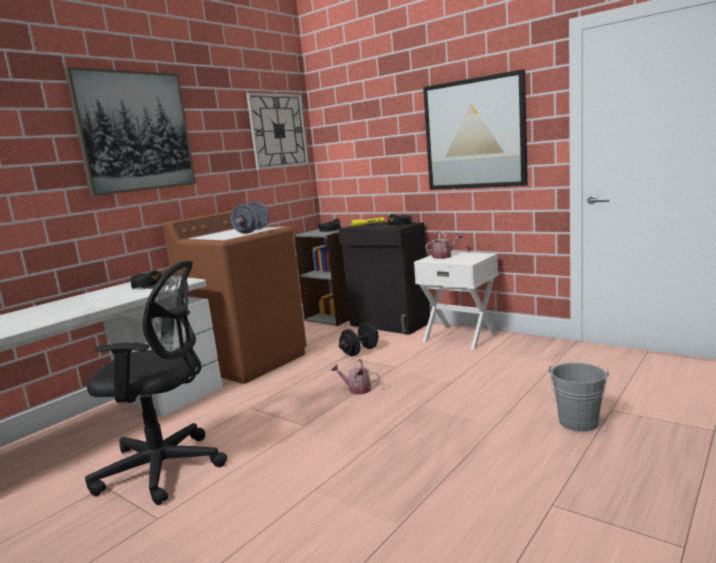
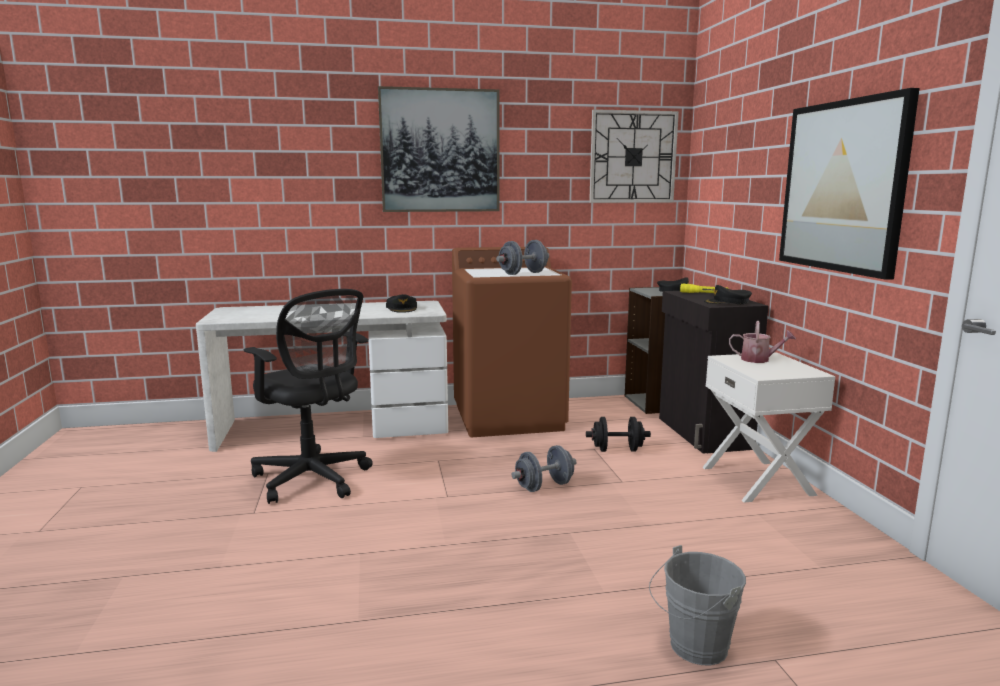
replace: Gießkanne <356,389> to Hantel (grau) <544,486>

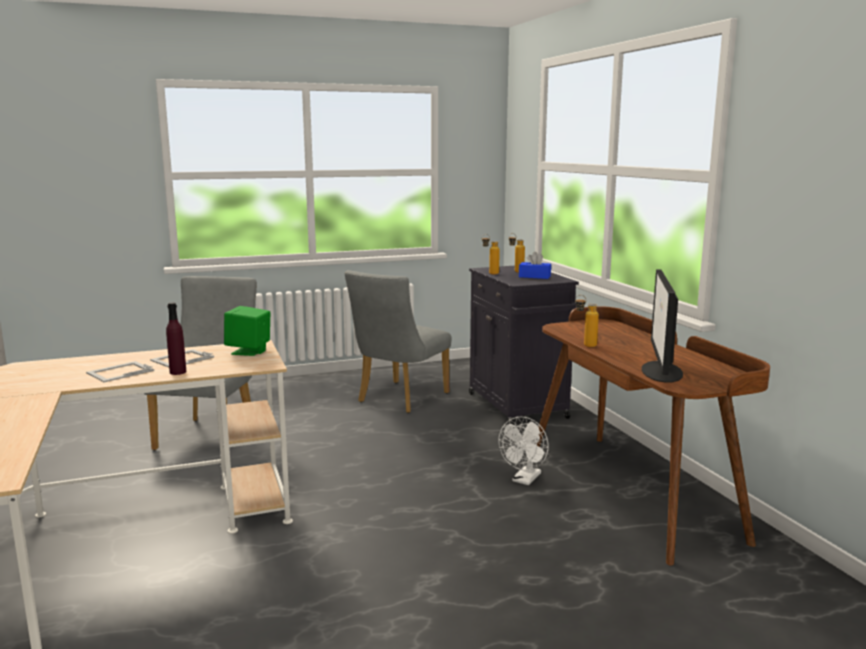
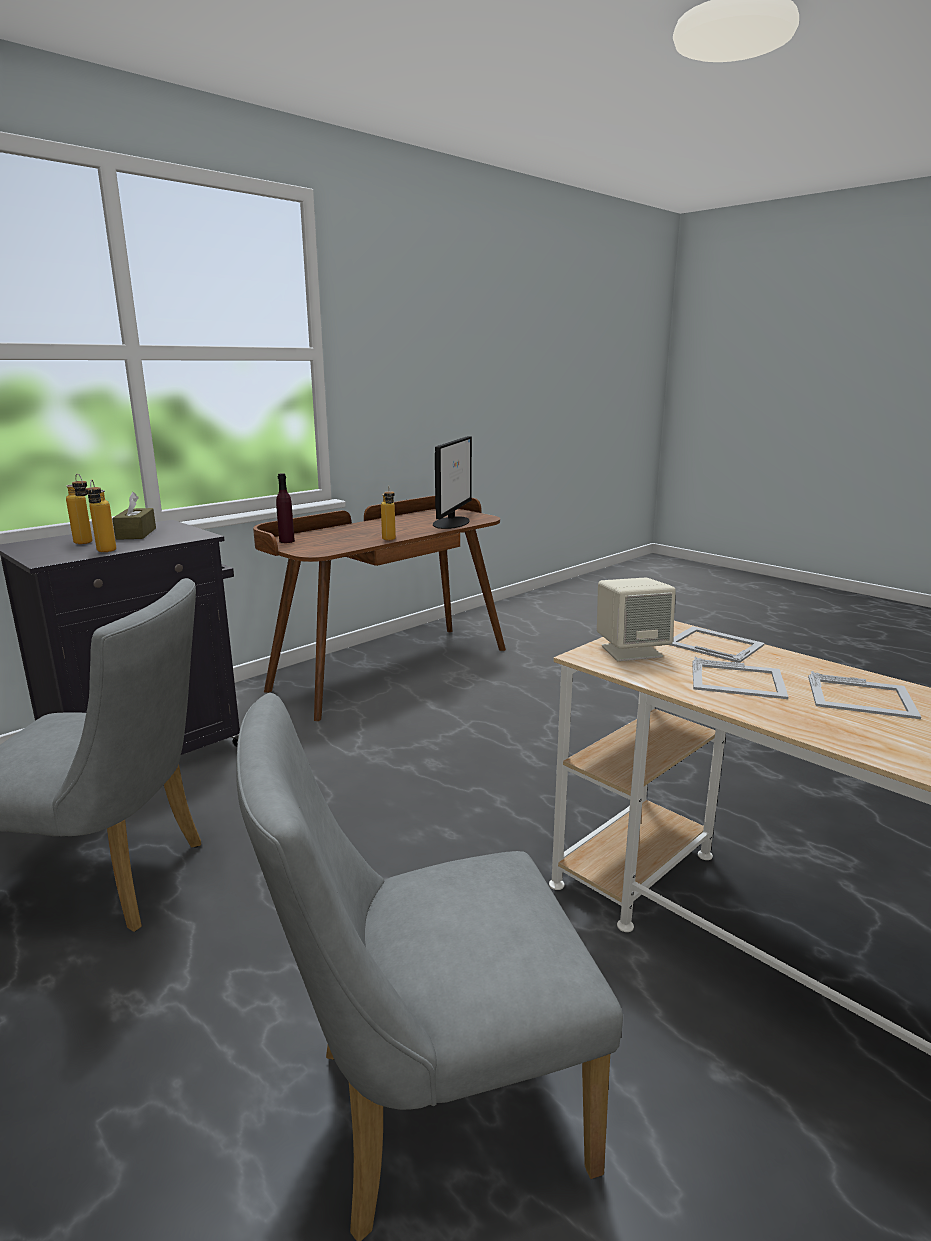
delete: Ventilator (weiß) <525,480>
insert: Bilderrahmen <713,644>
move: Flasche (lila) <178,372> to <286,541>
recolor: Lautsprecher (grün) <249,351> to Lautsprecher (beige) <631,651>; Taschentuchbox (blau) <534,276> to Taschentuchbox (braun) <136,533>
rotate: Monitor <661,372> = <452,522> 60 degrees counterclockwise

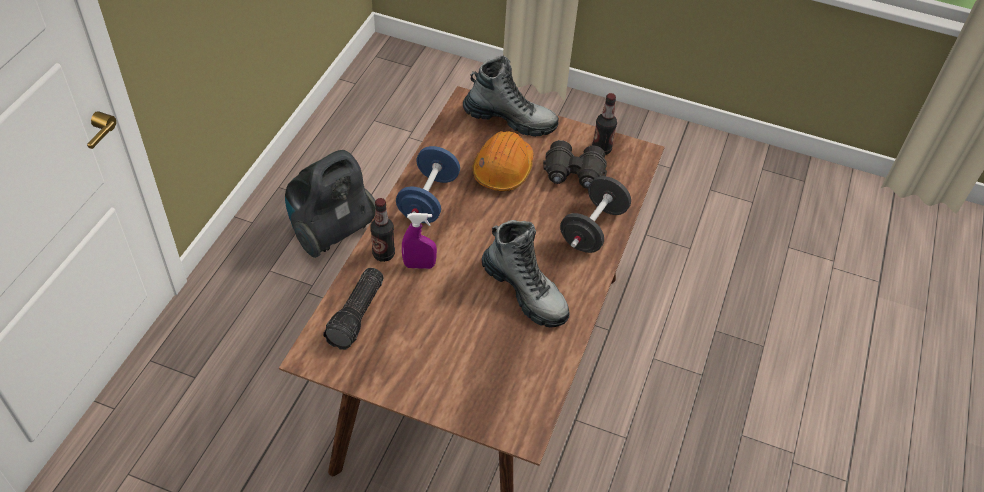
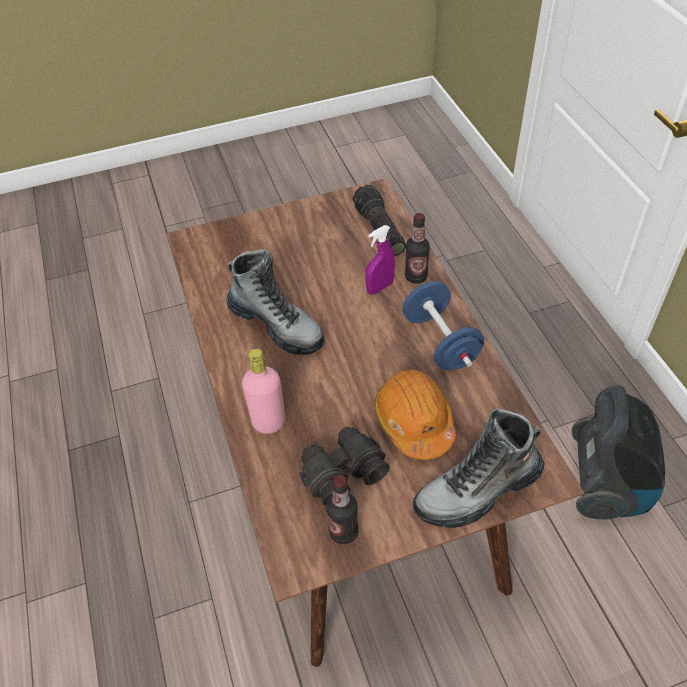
replace: Hantel (schwarz) <593,229> to Flasche (rosa) <269,422>
rotate: Stiefel <525,291> = <277,325> 150 degrees counterclockwise

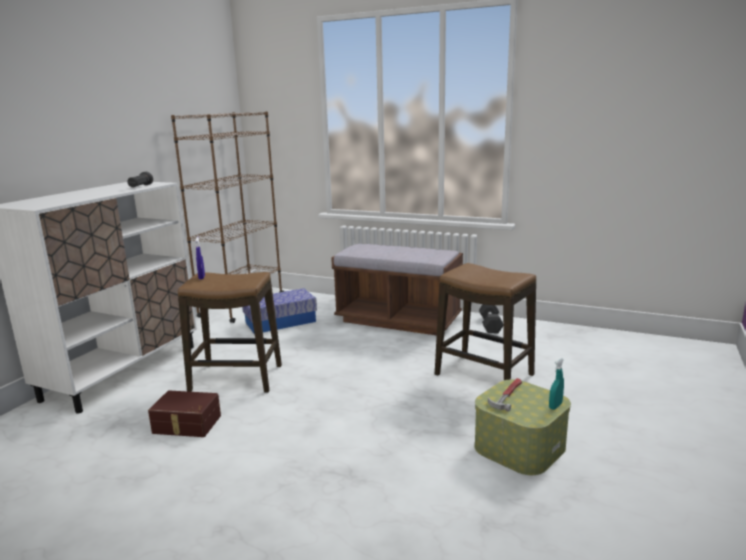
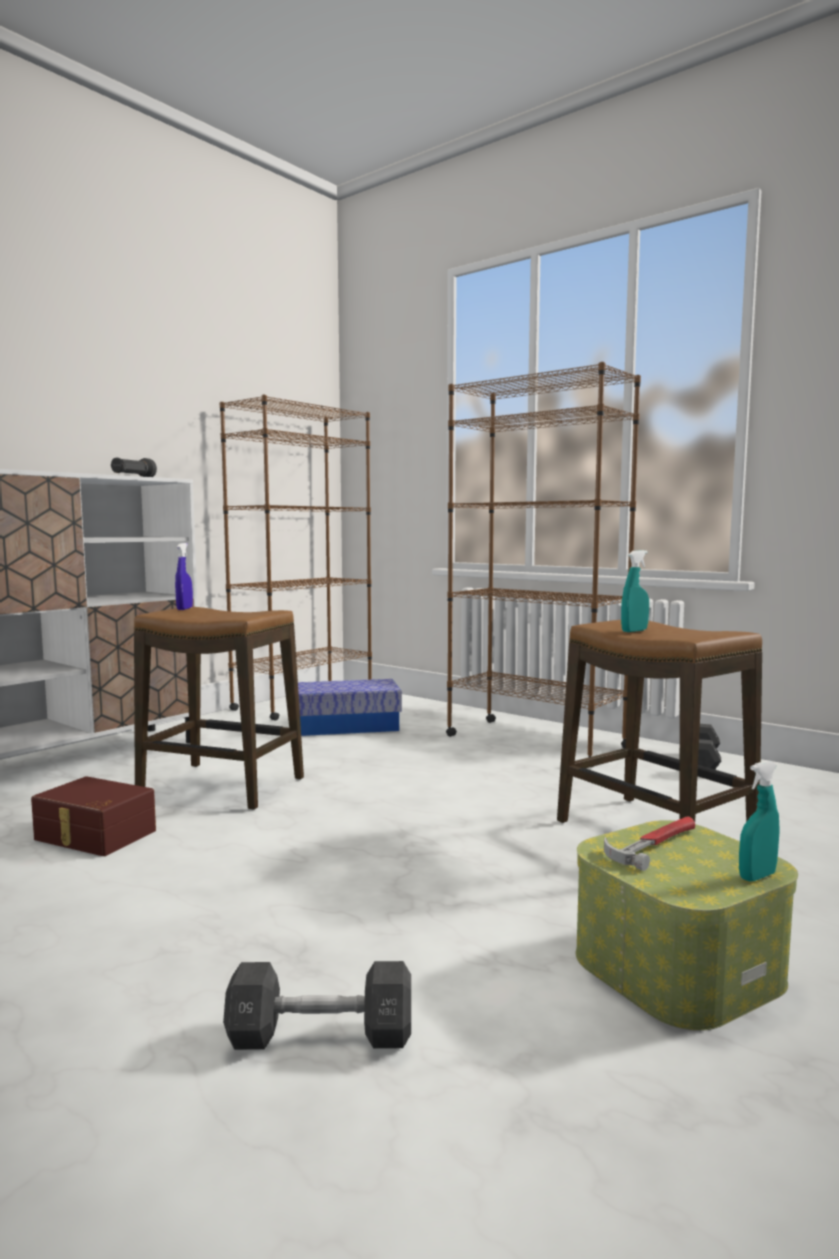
insert: Hantel (schwarz) <321,1035>; Sprühflasche (türkis) <634,631>
replace: Bank (braun) <398,320> to Bücherregal (braun) <535,741>

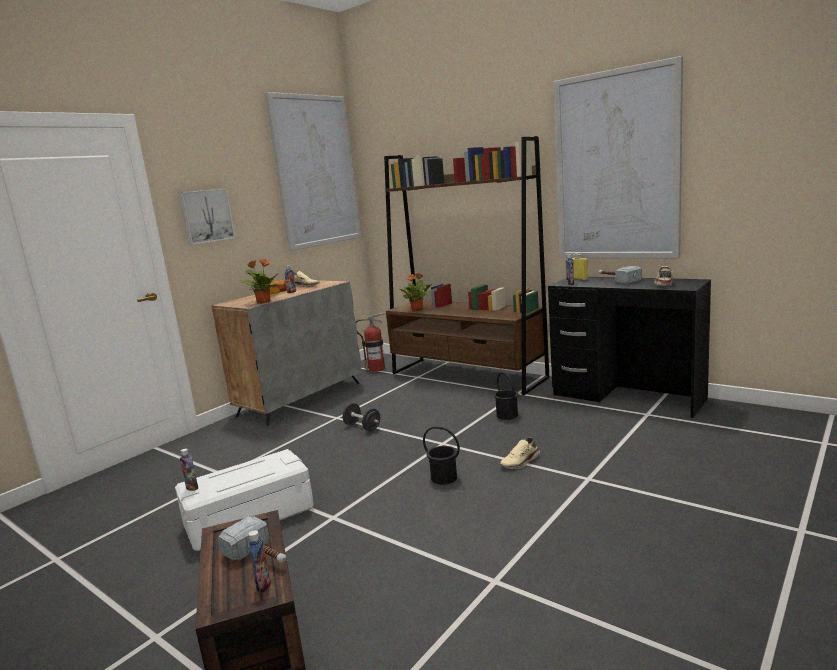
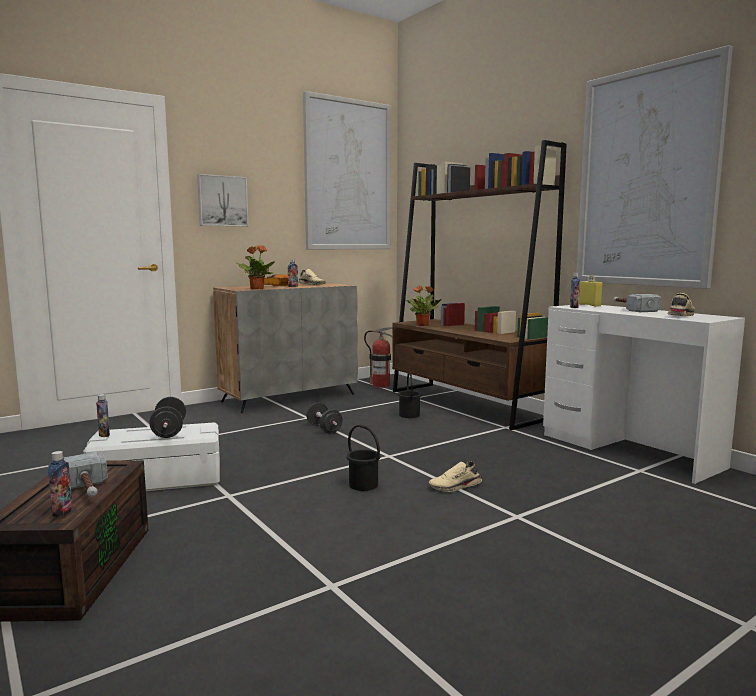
insert: Hantel (schwarz) <169,431>
move: Eimer (schwarz) <507,415> to <409,415>
recolor: Schreibtisch (schwarz) <627,396> to Schreibtisch (weiß) <629,450>

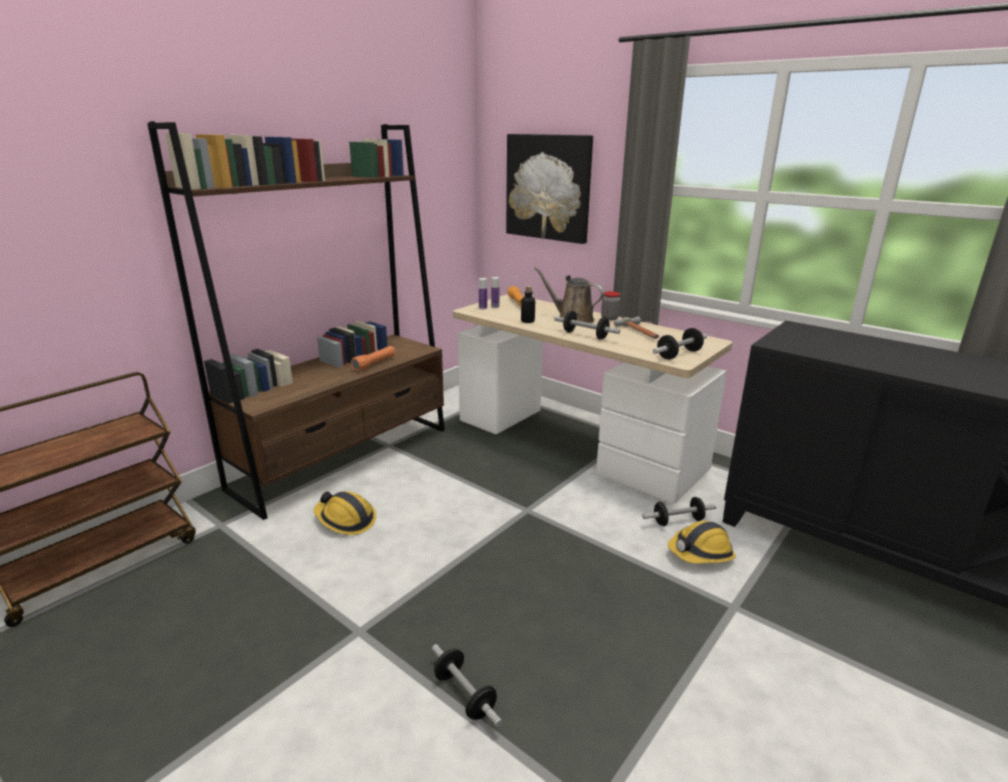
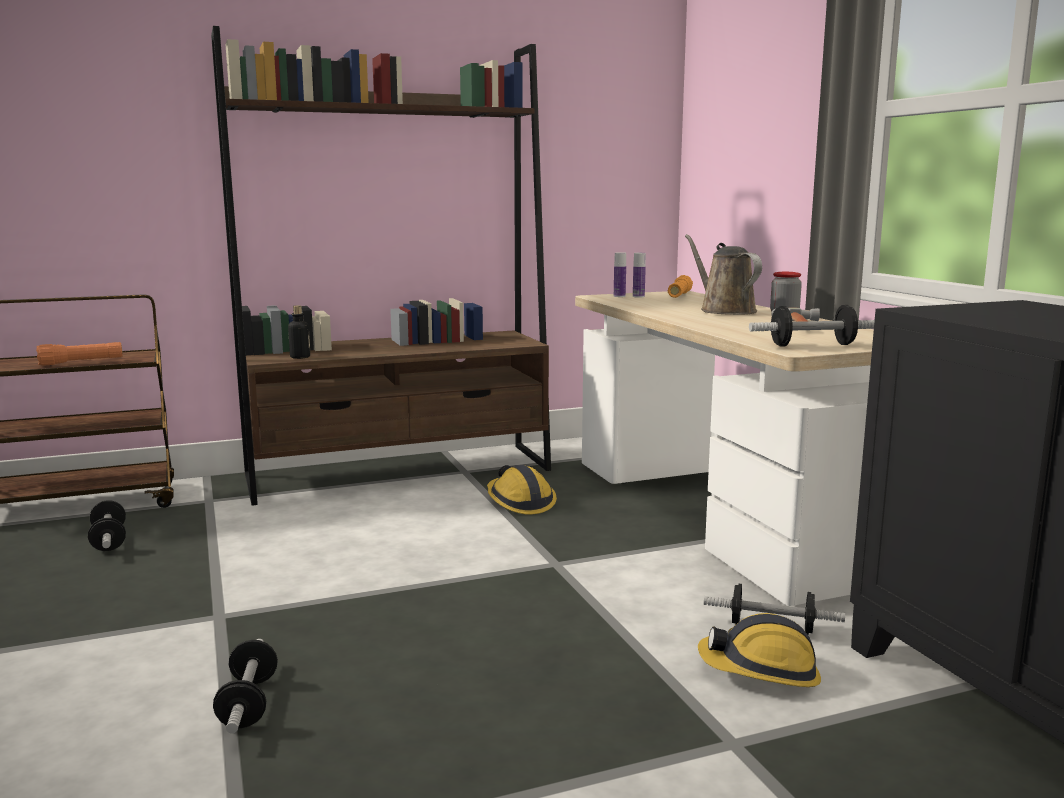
delete: Bild <548,187>
move: Schutzhelm <345,520> to <519,502>; Taschenlampe (orange) <374,364> to <81,362>; Flasche <527,321> to <300,357>; Hantel <585,335> to <109,540>

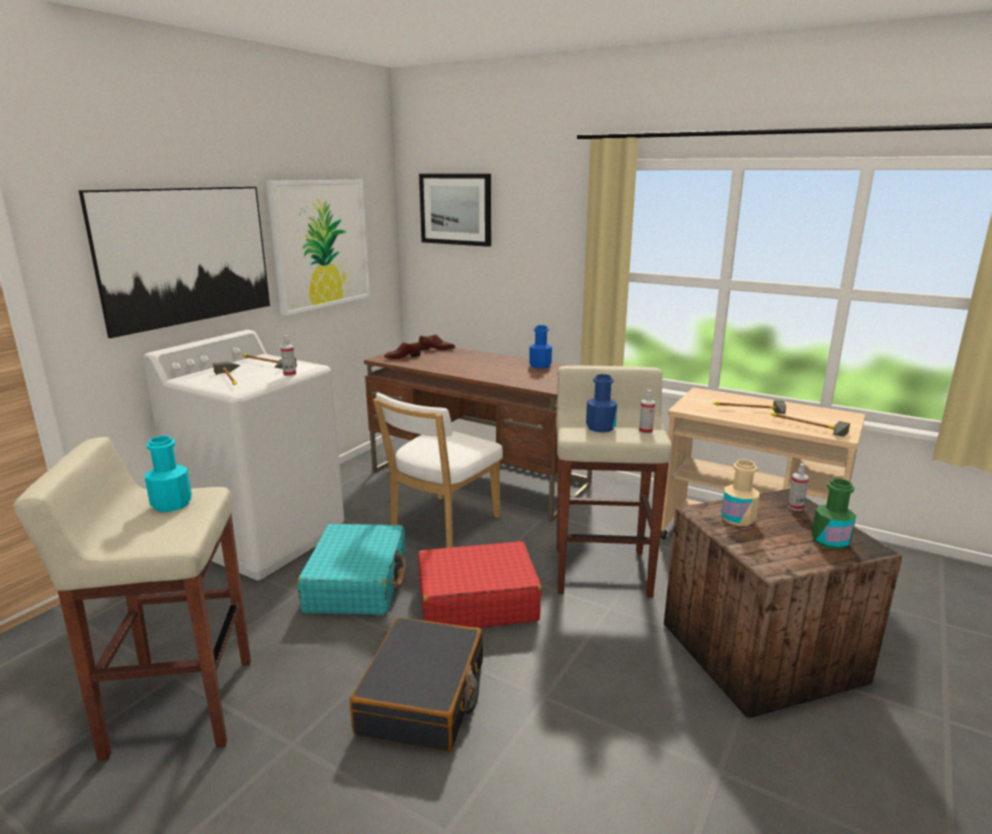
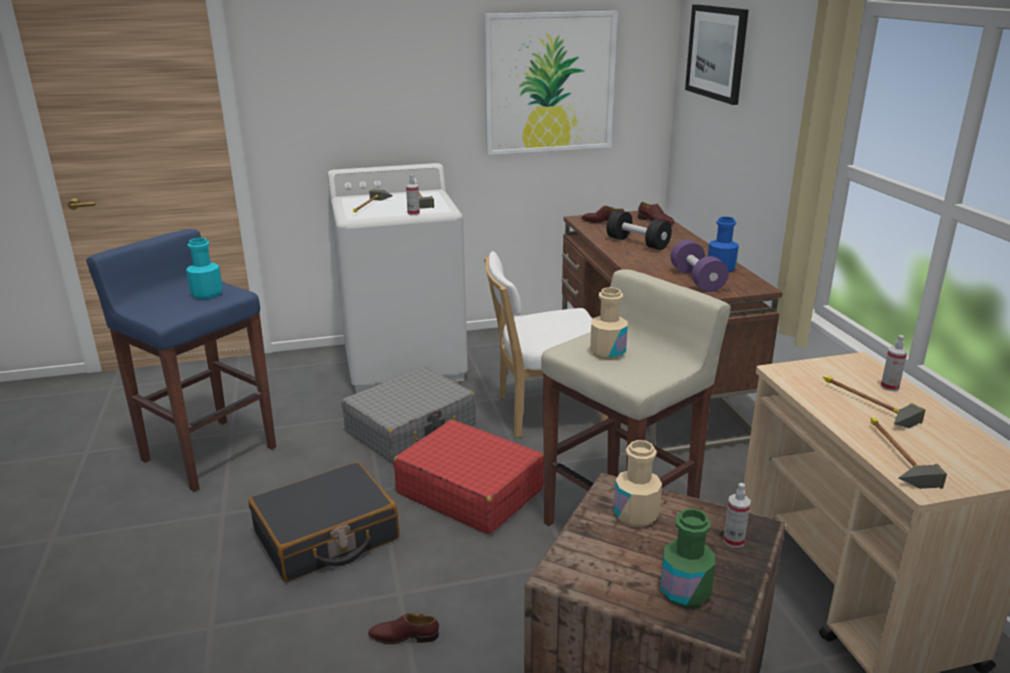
delete: Bild <186,256>
insert: Schuh (braun) <404,636>; Hantel (schwarz) <637,243>; Hantel (lila) <697,280>
move: Sprühflasche <645,431> to <889,387>
recolor: Hocker (beige) <178,706> to Hocker (blau) <208,453>; Koffer (türkis) <357,583> to Koffer (grau) <411,429>; Flasche (blau) <600,427> to Flasche (beige) <607,353>

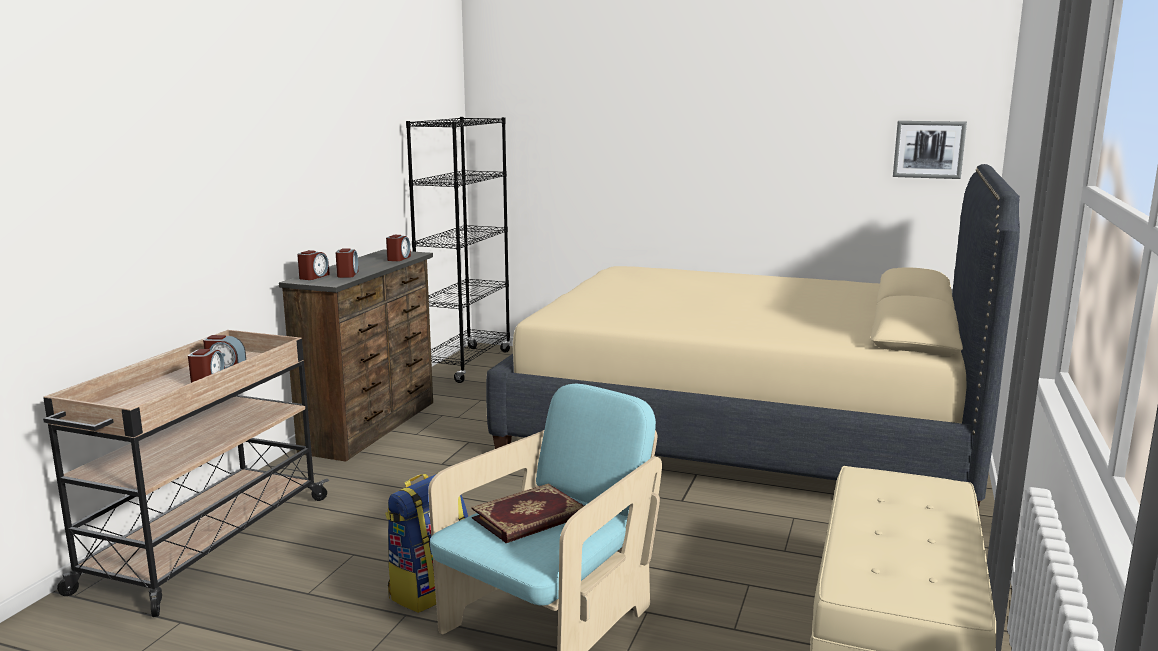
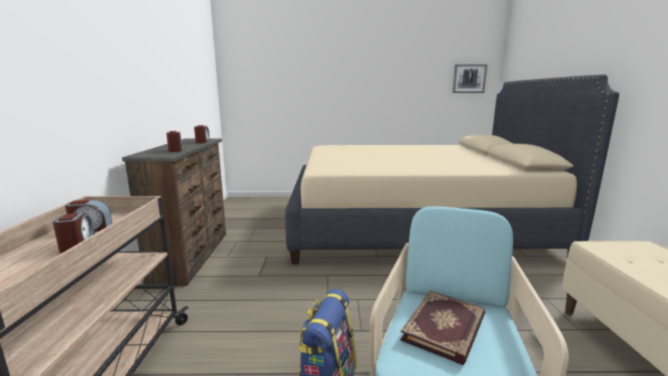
delete: Wecker <314,277>; Bücherregal (schwarz) <466,364>

